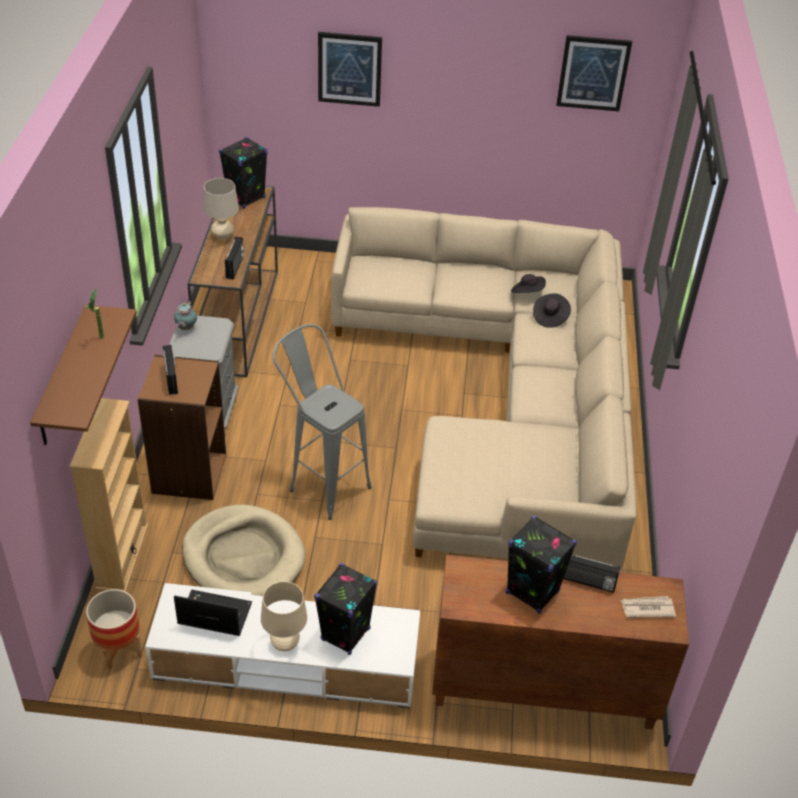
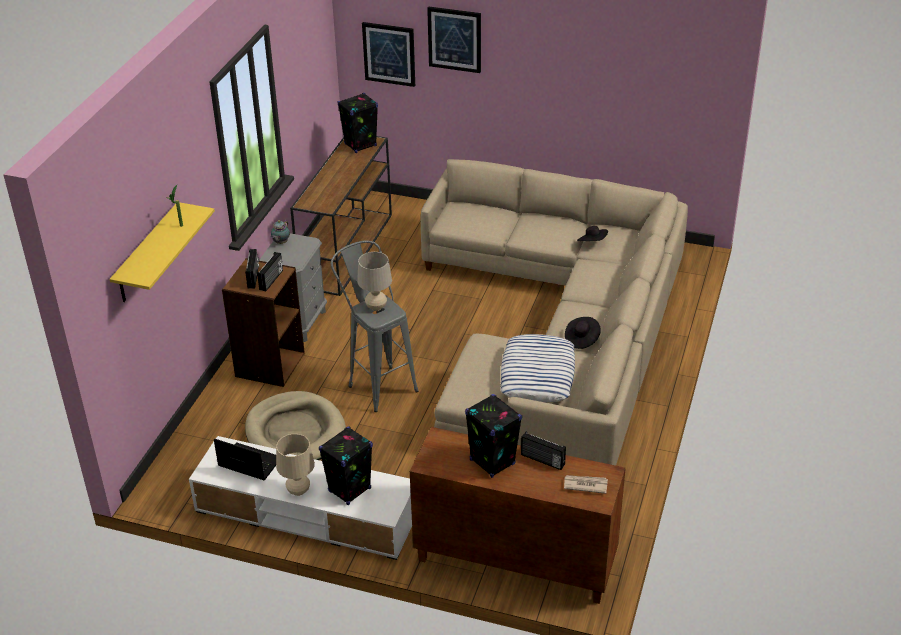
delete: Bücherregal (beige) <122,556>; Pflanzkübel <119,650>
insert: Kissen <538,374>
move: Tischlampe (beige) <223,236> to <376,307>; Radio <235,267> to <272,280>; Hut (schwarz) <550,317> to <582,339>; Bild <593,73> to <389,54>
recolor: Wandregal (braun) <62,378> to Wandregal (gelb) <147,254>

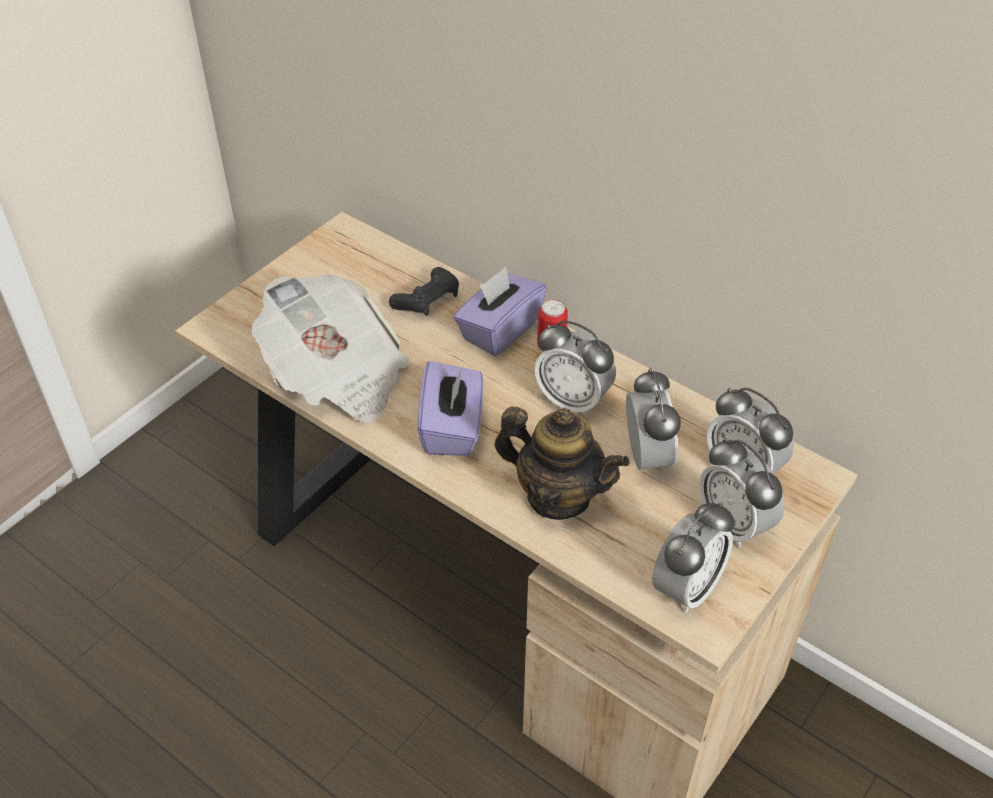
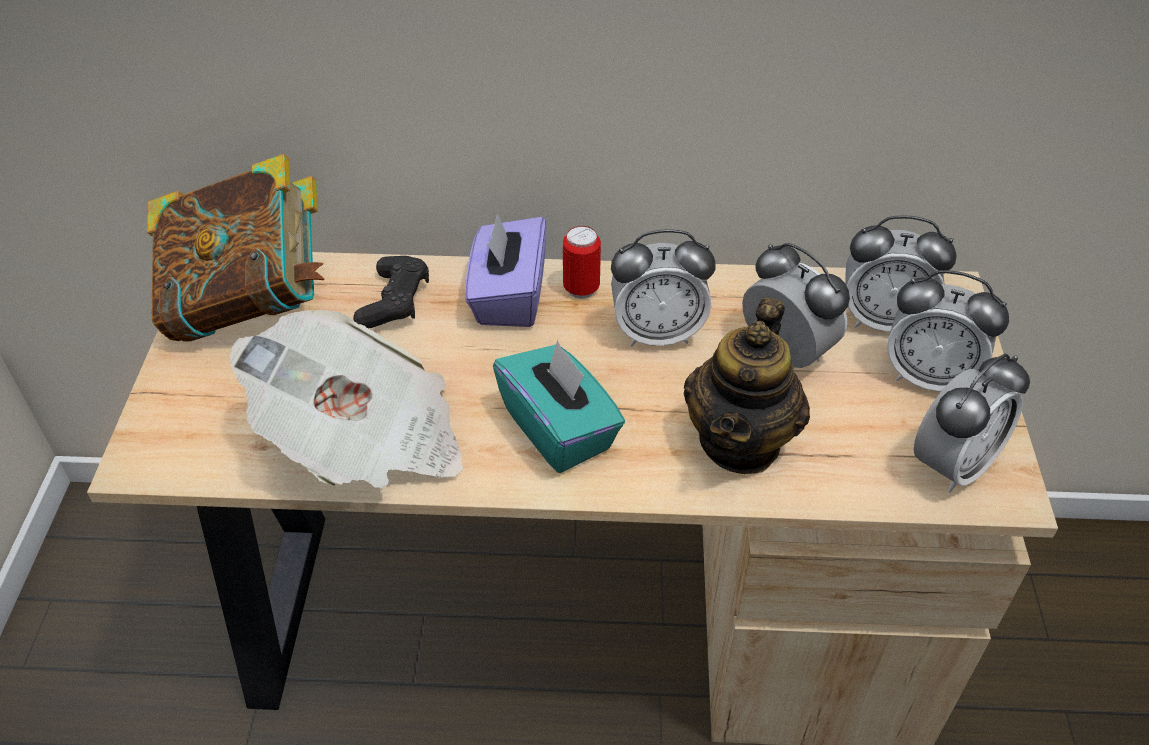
insert: Buch <251,304>
recolor: Taschentuchbox (lila) <452,429> to Taschentuchbox (türkis) <559,429>
rotate: Teekanne <558,496> = <740,442> 120 degrees clockwise; Wecker <687,588> = <952,465> 45 degrees clockwise

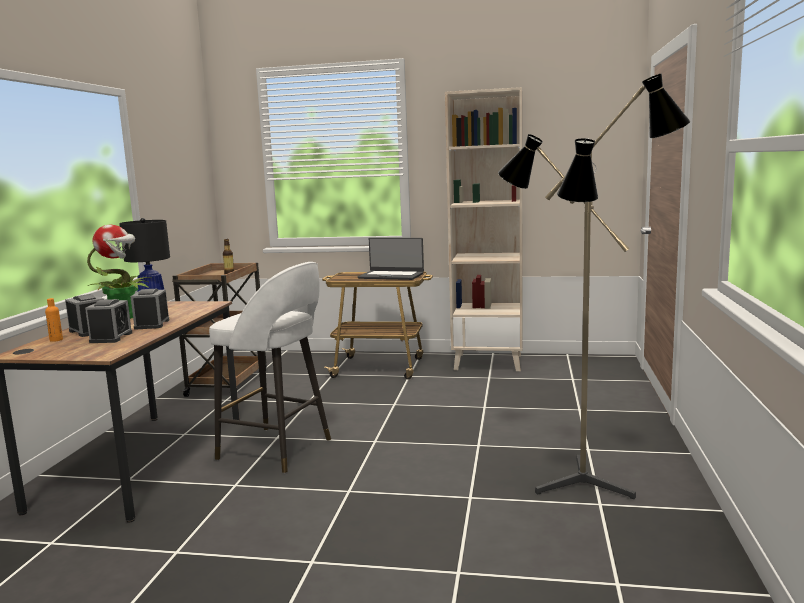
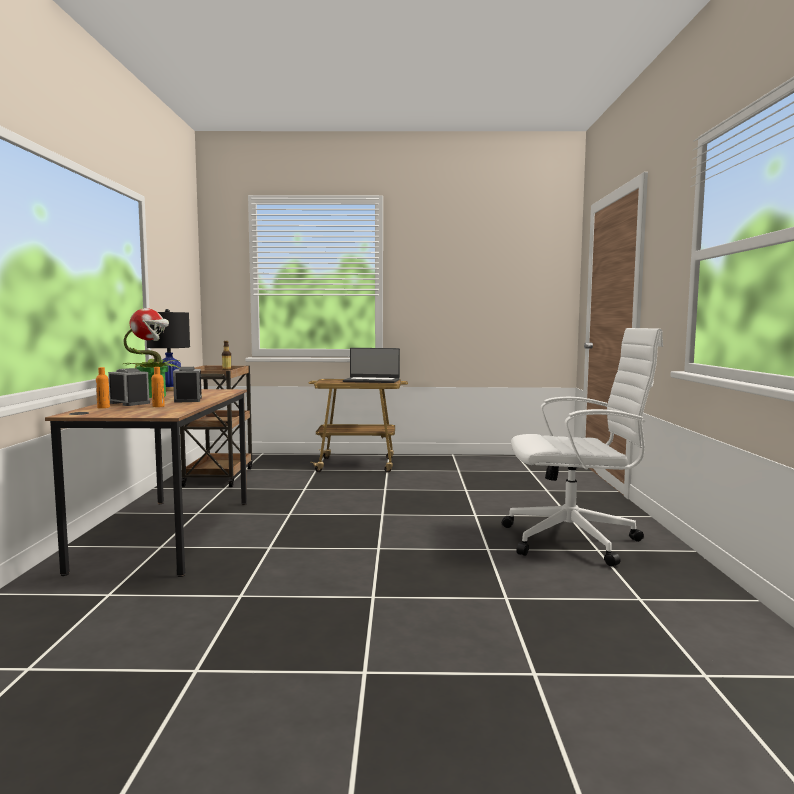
delete: Hocker (weiß) <277,450>; Bücherregal (beige) <488,362>
replace: Wecker <111,337> to Flasche (orange) <158,406>; Stehlampe <579,488> to Bürostuhl (weiß) <575,540>

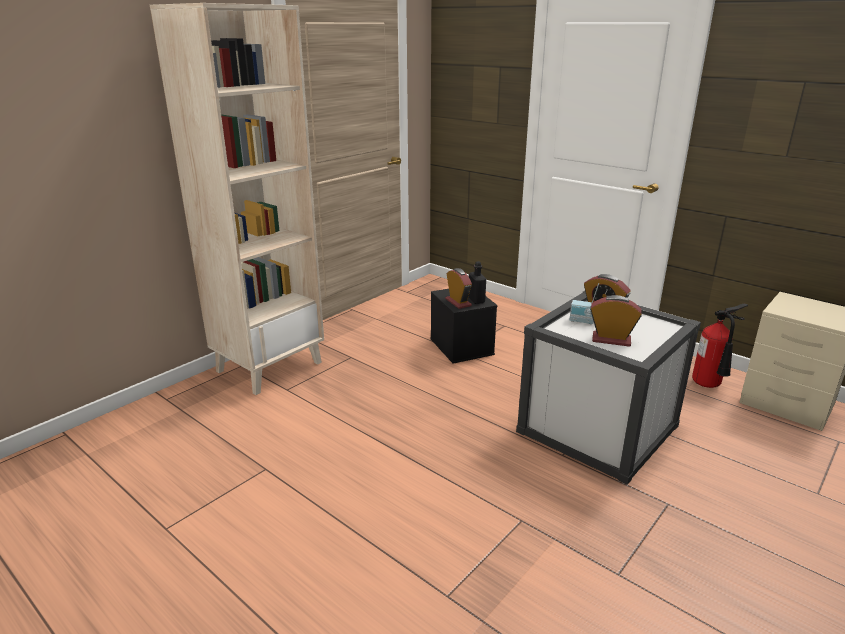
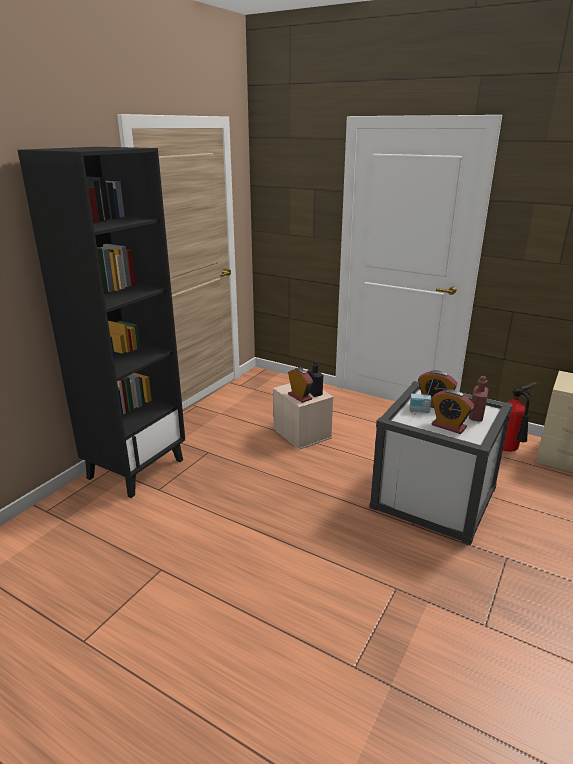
insert: Flasche (rot) <476,416>
recolor: Bücherregal (beige) <269,366> to Bücherregal (schwarz) <136,468>; Aufbewahrungsbox (schwarz) <460,346> to Aufbewahrungsbox (beige) <301,433>
rotate: Wecker <611,340> = <449,426> 150 degrees counterclockwise

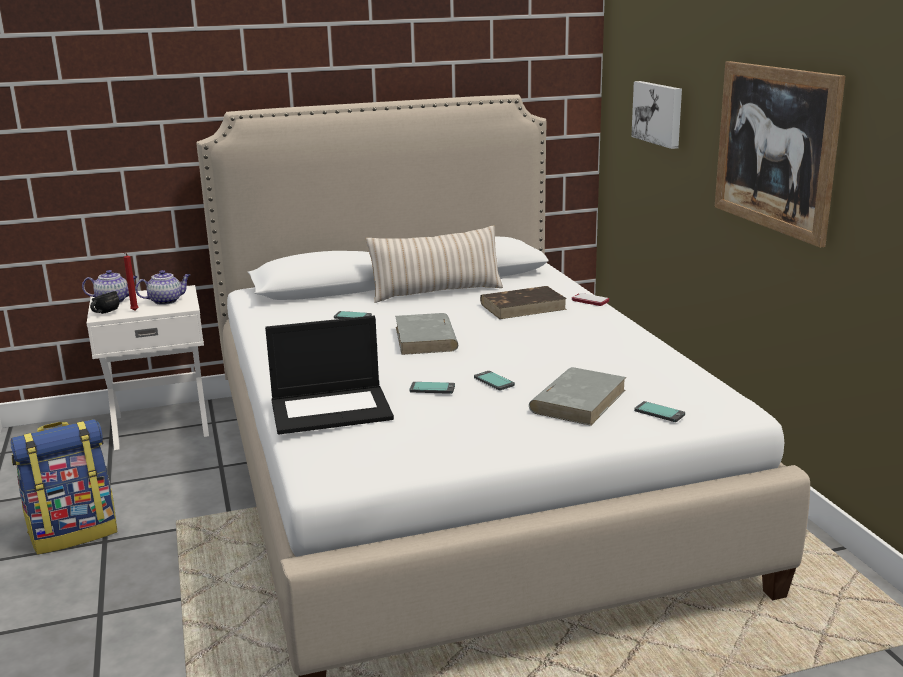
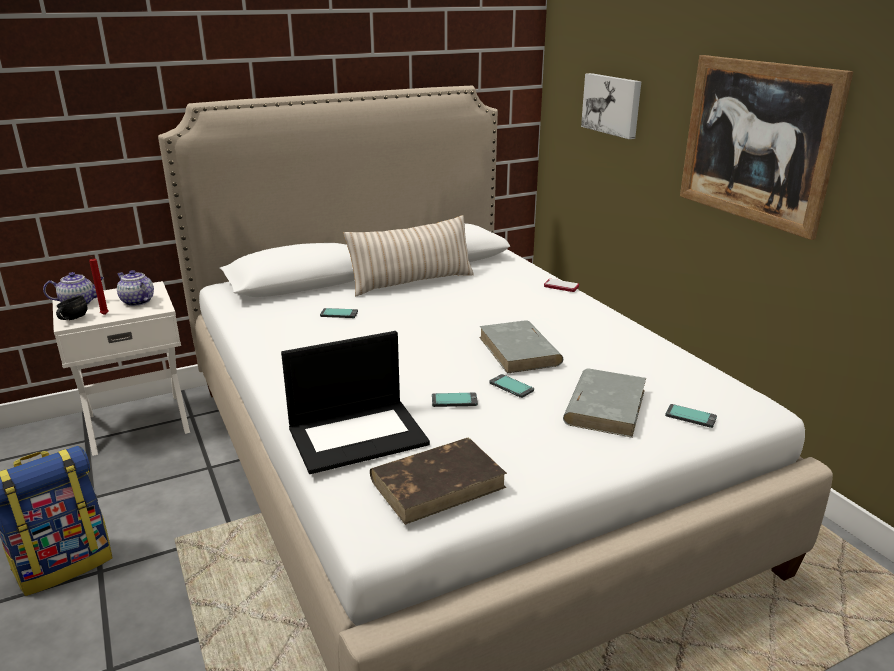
move: Buch (grau) <426,339> to <519,351>; Buch (braun) <523,306> to <438,483>
rotate: Teekanne <166,301> = <137,301> 105 degrees counterclockwise

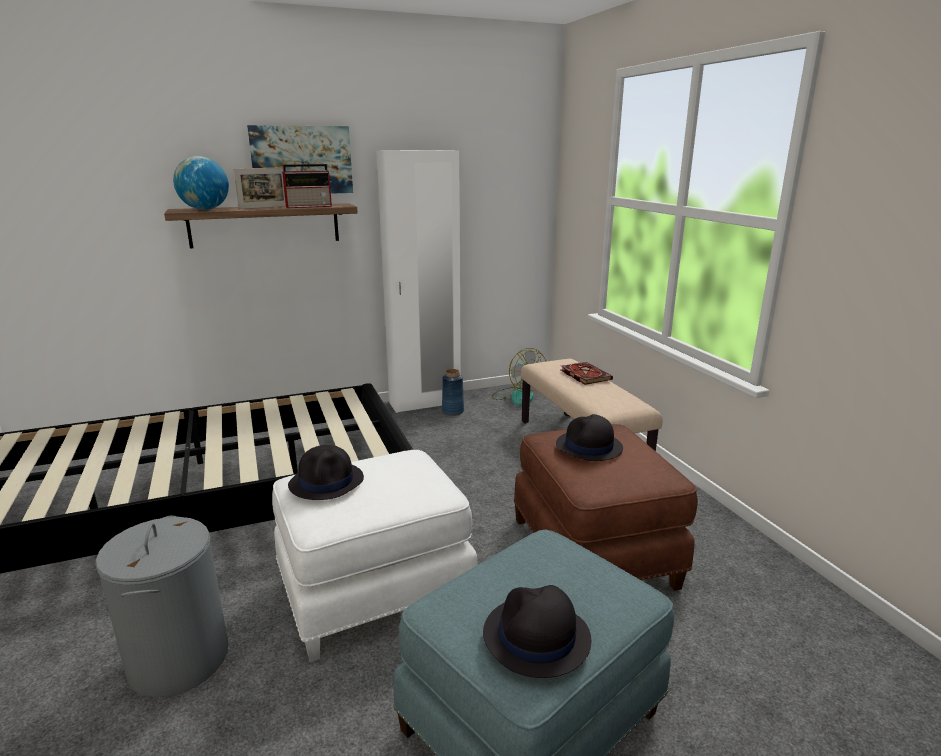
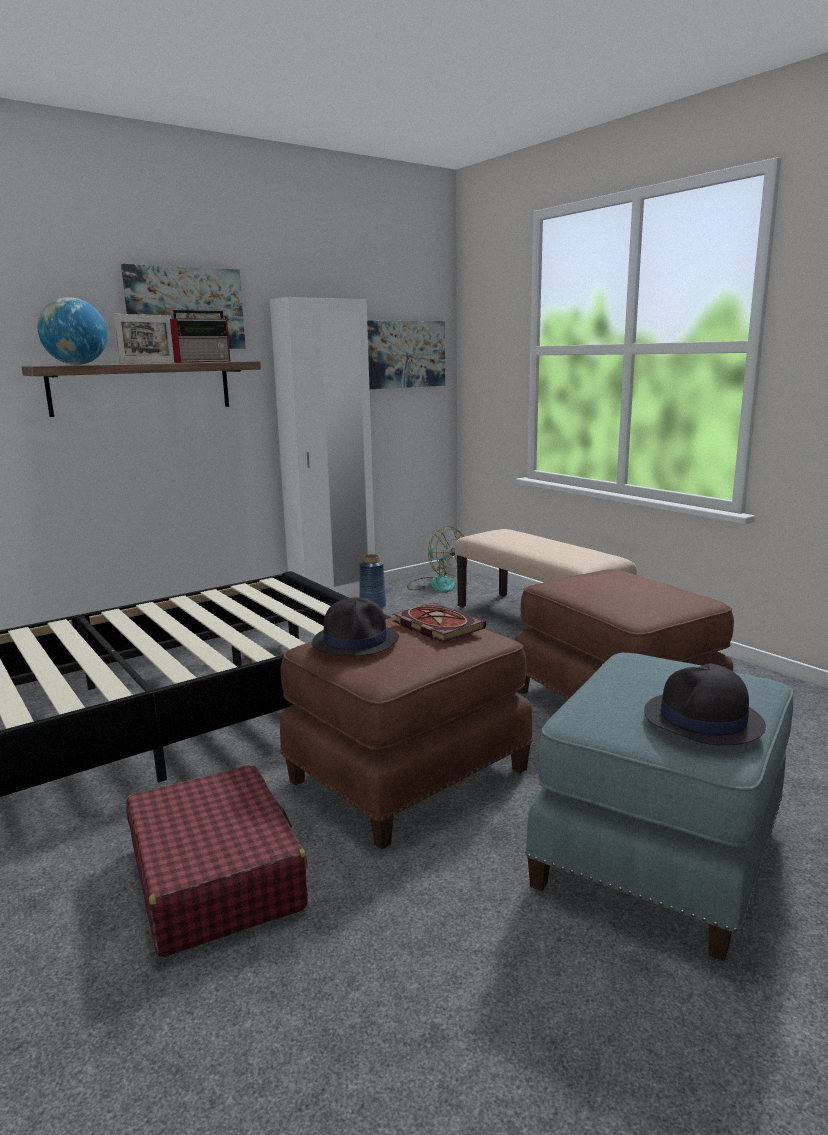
delete: Hut (schwarz) <589,447>
insert: Bild <404,354>
move: Buch <584,375> to <435,625>
replace: Wäschekorb (grau) <179,659> to Koffer (rot) <216,877>
recolor: Polsterhocker (weiß) <375,589> to Polsterhocker (braun) <406,773>

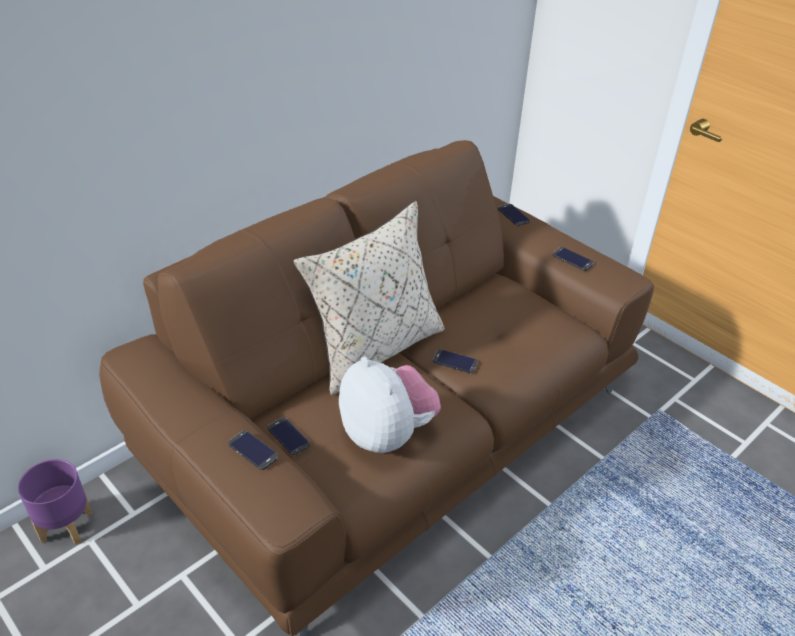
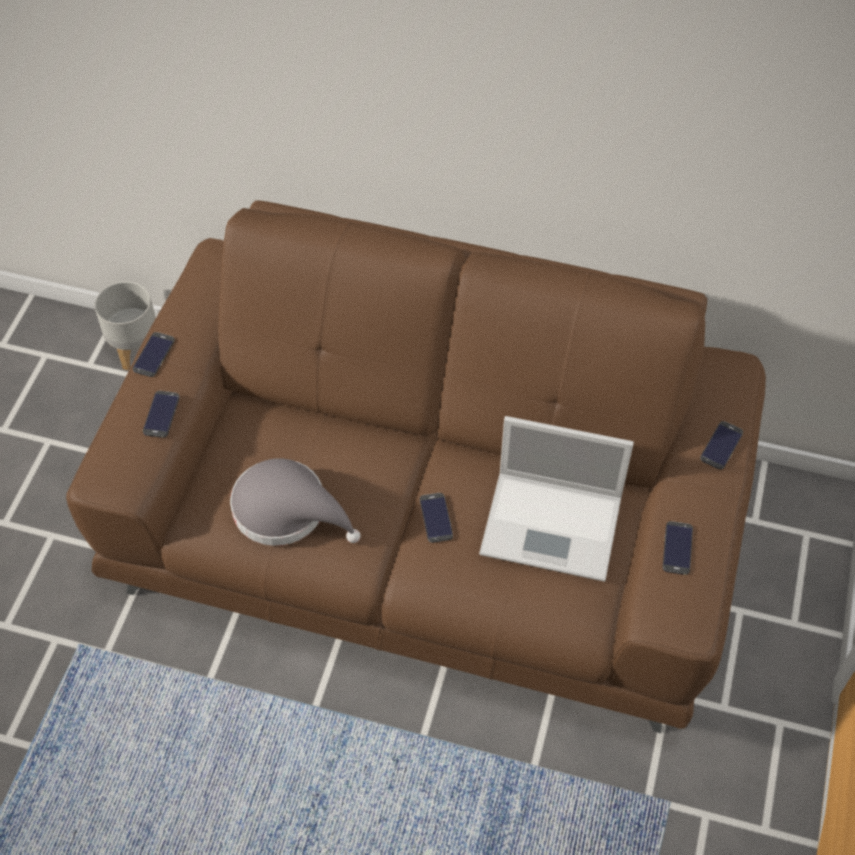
delete: Kissen (beige) <374,349>
insert: Laptop <554,525>
move: Handy <288,436> to <154,355>
replace: Plüschtier <387,434> to Hut (grau) <287,510>
recolor: Pflanzkübel (lila) <66,525> to Pflanzkübel (grau) <137,349>

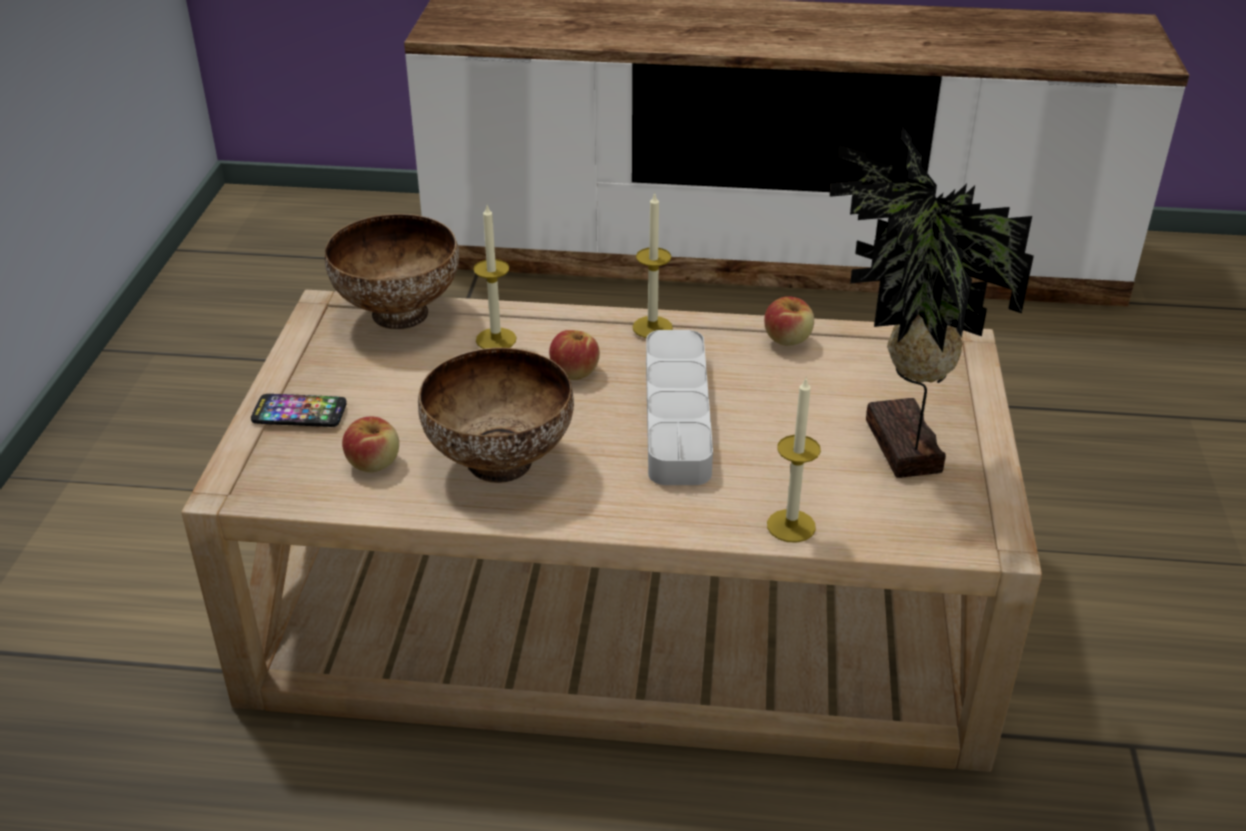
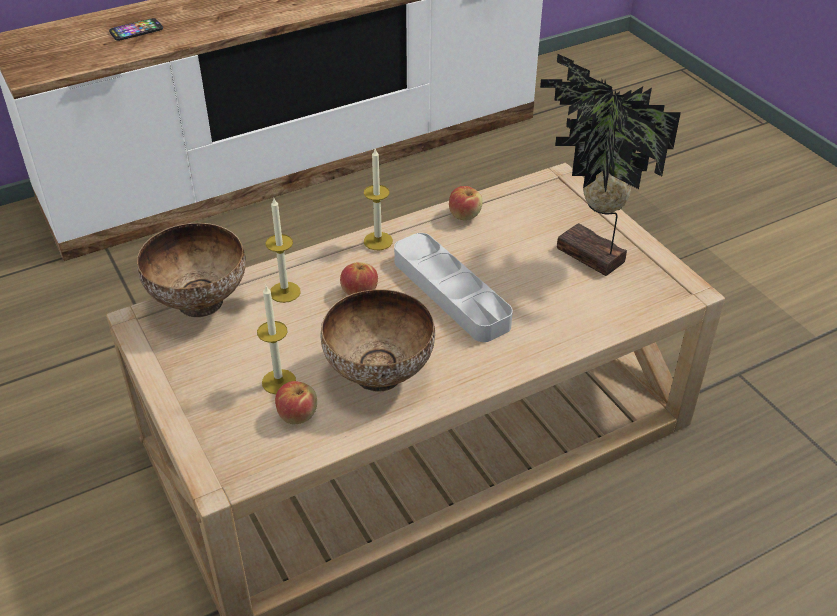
move: Handy <299,412> to <136,31>; Kerze <791,526> to <279,381>

